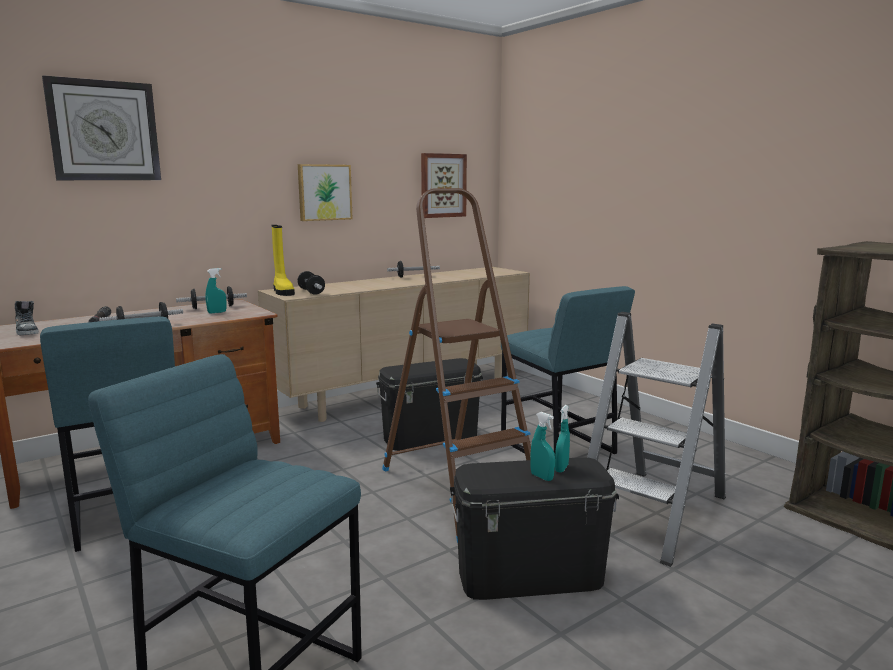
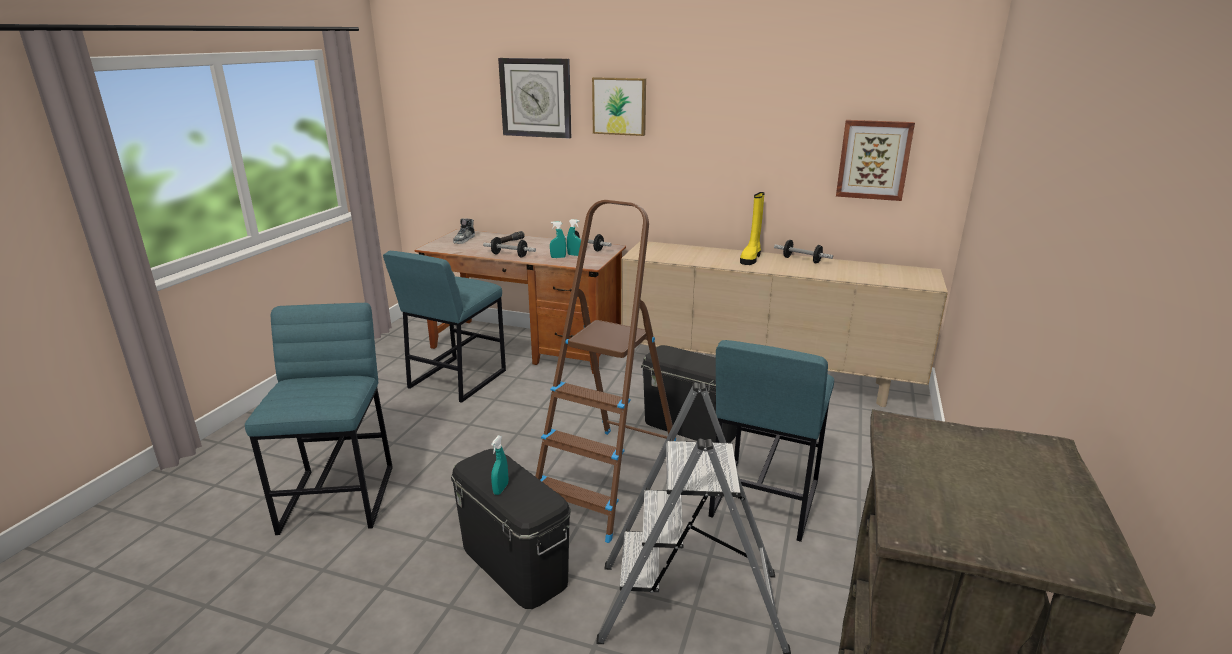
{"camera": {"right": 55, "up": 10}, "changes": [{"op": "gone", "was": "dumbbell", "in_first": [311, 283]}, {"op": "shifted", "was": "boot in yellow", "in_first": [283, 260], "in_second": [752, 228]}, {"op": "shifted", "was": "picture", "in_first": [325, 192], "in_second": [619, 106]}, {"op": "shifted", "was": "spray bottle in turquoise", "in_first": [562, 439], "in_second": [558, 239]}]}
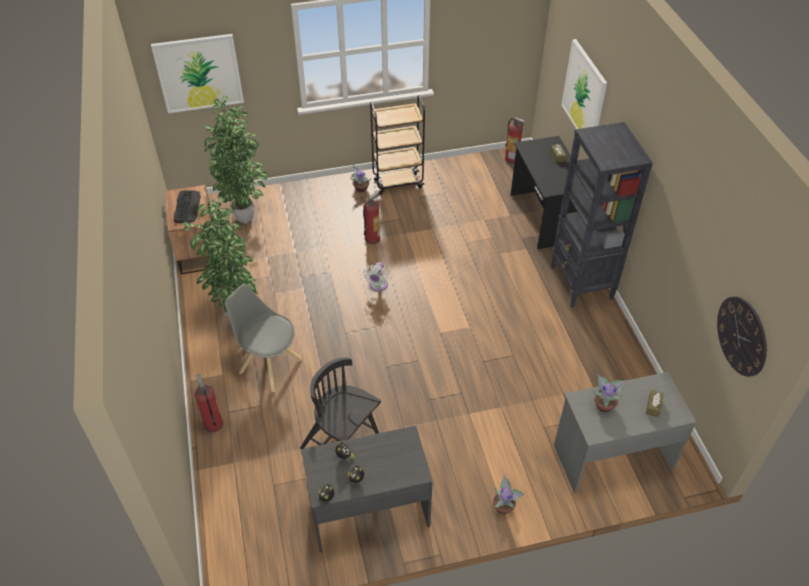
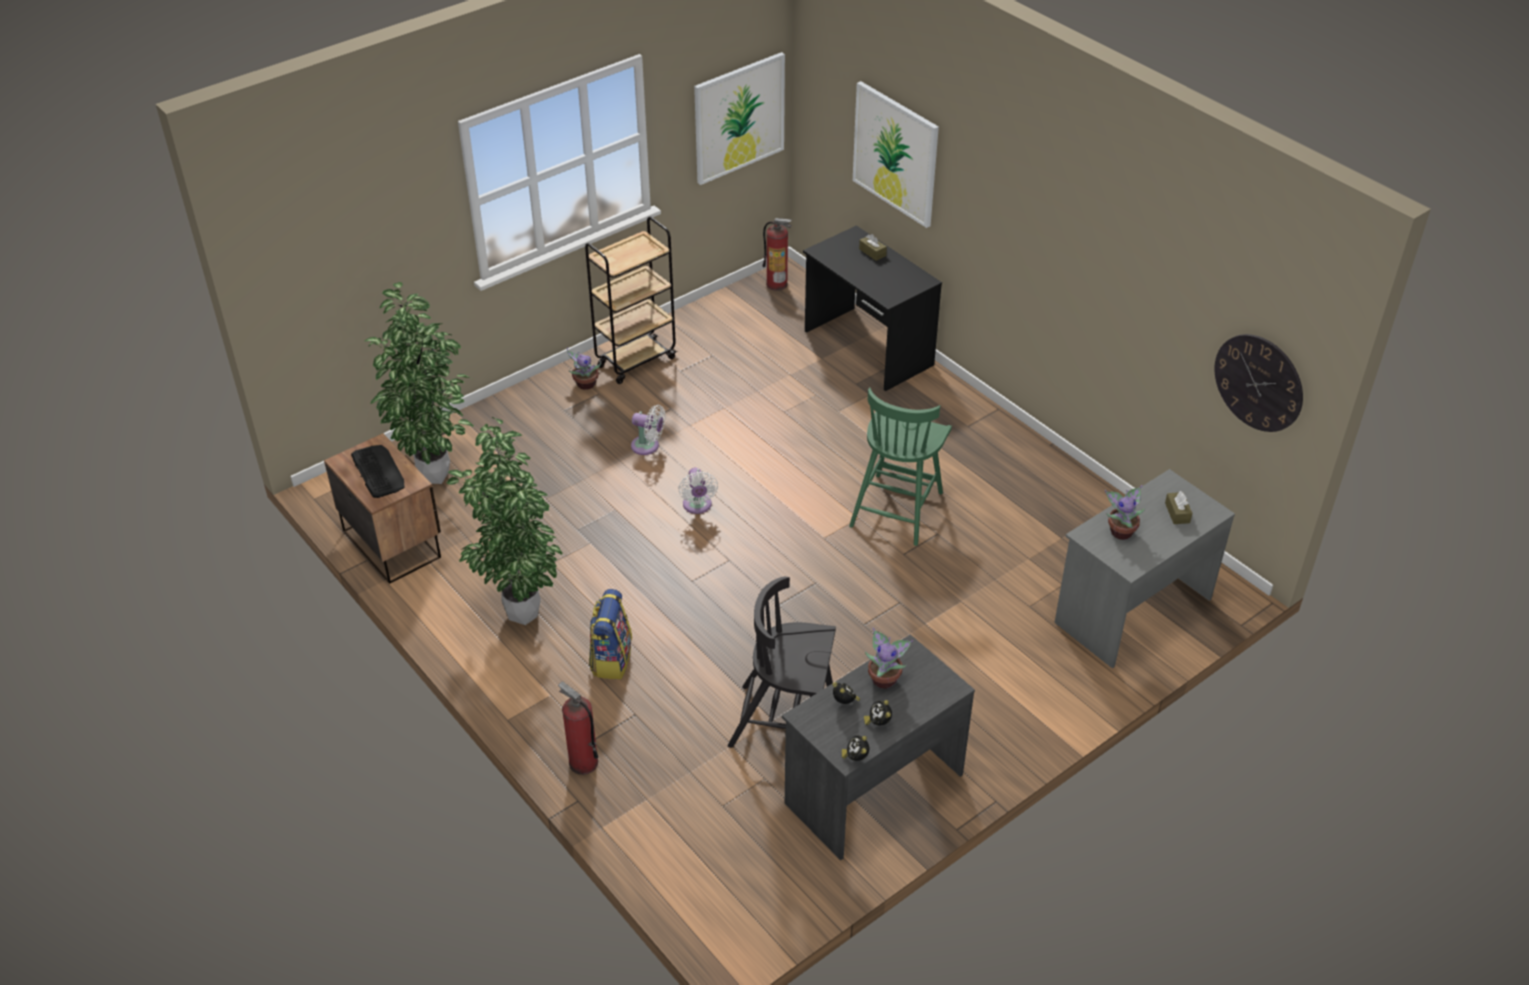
{"camera": {"right": -25, "up": -5}, "changes": [{"op": "gone", "was": "bookcase in black", "in_first": [602, 215]}, {"op": "new", "now": "chair in green", "in_second": [900, 467]}, {"op": "shifted", "was": "picture", "in_first": [197, 73], "in_second": [739, 118]}, {"op": "shifted", "was": "potted plant", "in_first": [508, 494], "in_second": [889, 658]}, {"op": "swapped", "was": "chair in grey", "now": "backpack", "in_first": [264, 338], "in_second": [610, 634]}, {"op": "swapped", "was": "fire extinguisher", "now": "fan in white", "in_first": [371, 217], "in_second": [648, 430]}]}
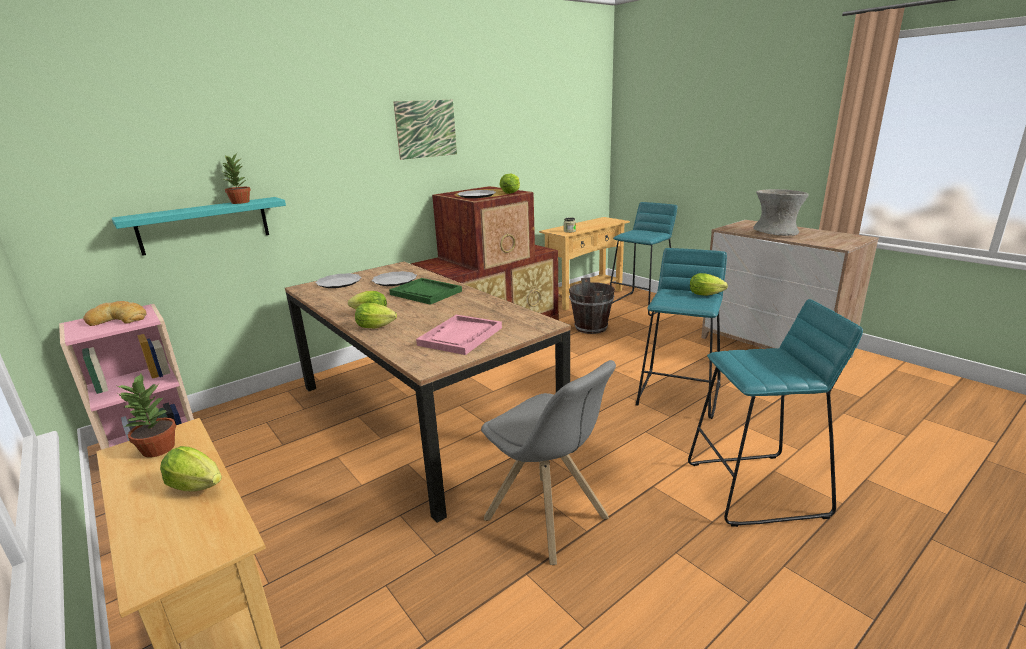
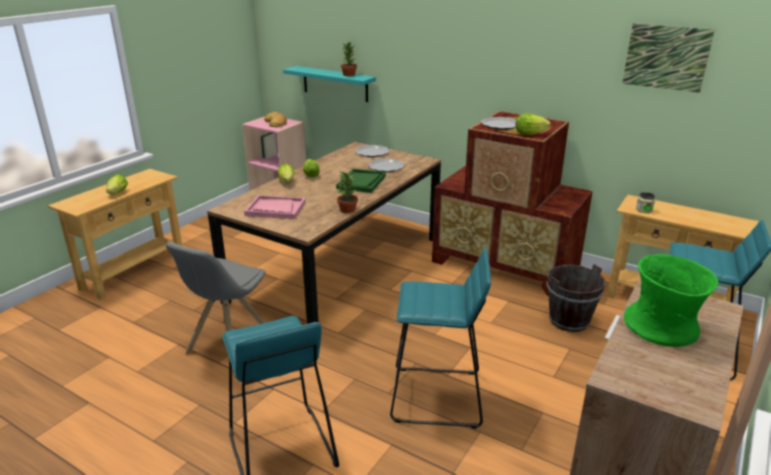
{"camera": {"right": 70, "up": 5}, "changes": [{"op": "gone", "was": "lettuce", "in_first": [709, 284]}, {"op": "shifted", "was": "potted plant", "in_first": [147, 415], "in_second": [347, 191]}, {"op": "shifted", "was": "picture", "in_first": [425, 130], "in_second": [668, 58]}, {"op": "repainted", "was": "vase in grey", "now": "vase in green", "in_first": [781, 212], "in_second": [671, 300]}]}
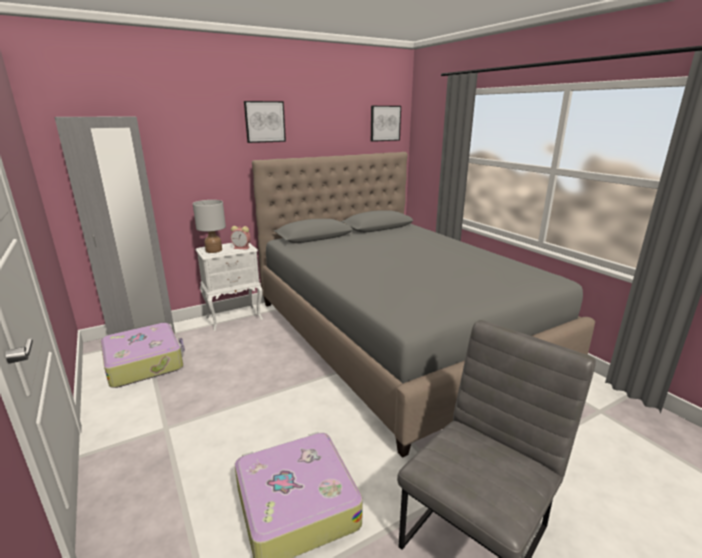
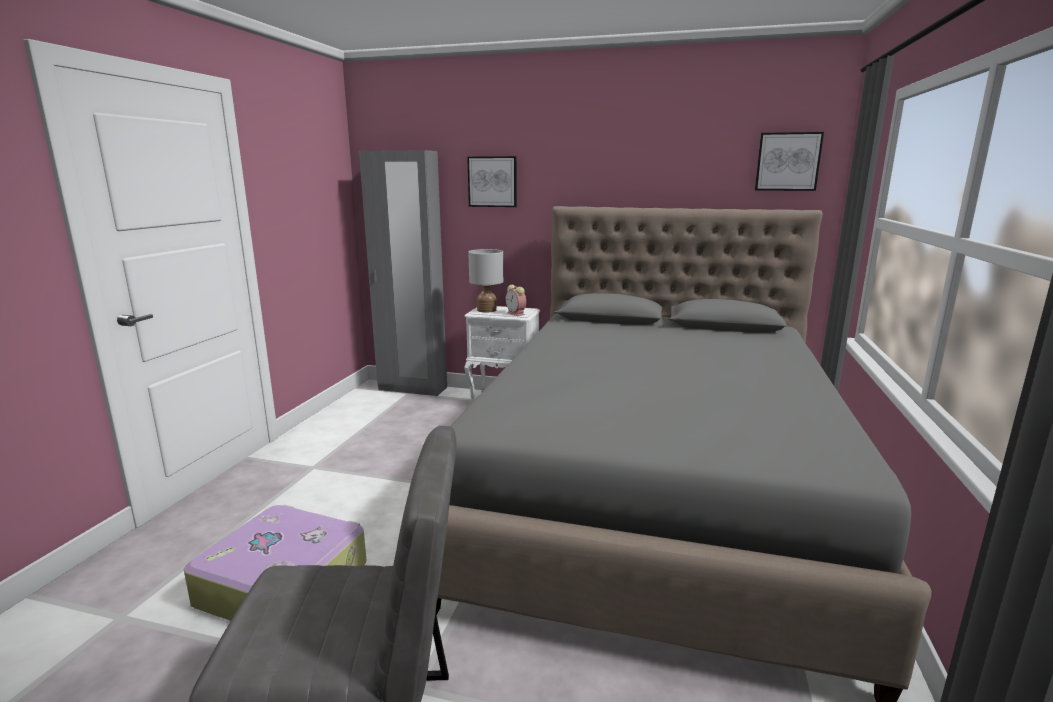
{"camera": {"right": 45, "up": -5}, "changes": [{"op": "gone", "was": "suitcase", "in_first": [143, 355]}, {"op": "shifted", "was": "picture", "in_first": [265, 122], "in_second": [492, 181]}]}
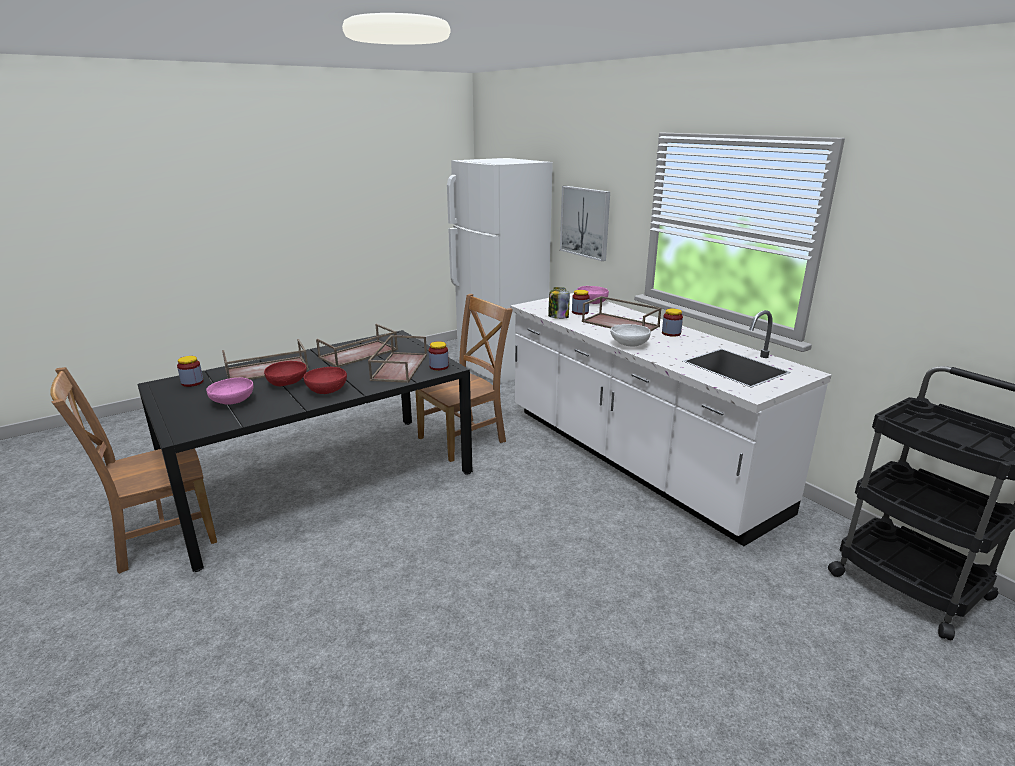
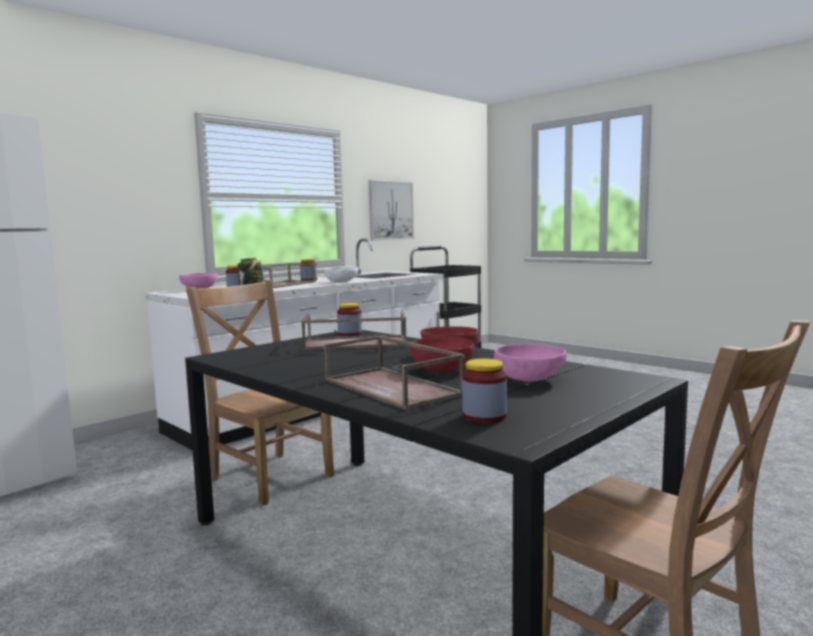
{"camera": {"right": -100, "up": -15}, "changes": [{"op": "gone", "was": "tray in brown", "in_first": [357, 345]}, {"op": "shifted", "was": "picture", "in_first": [585, 223], "in_second": [391, 210]}]}
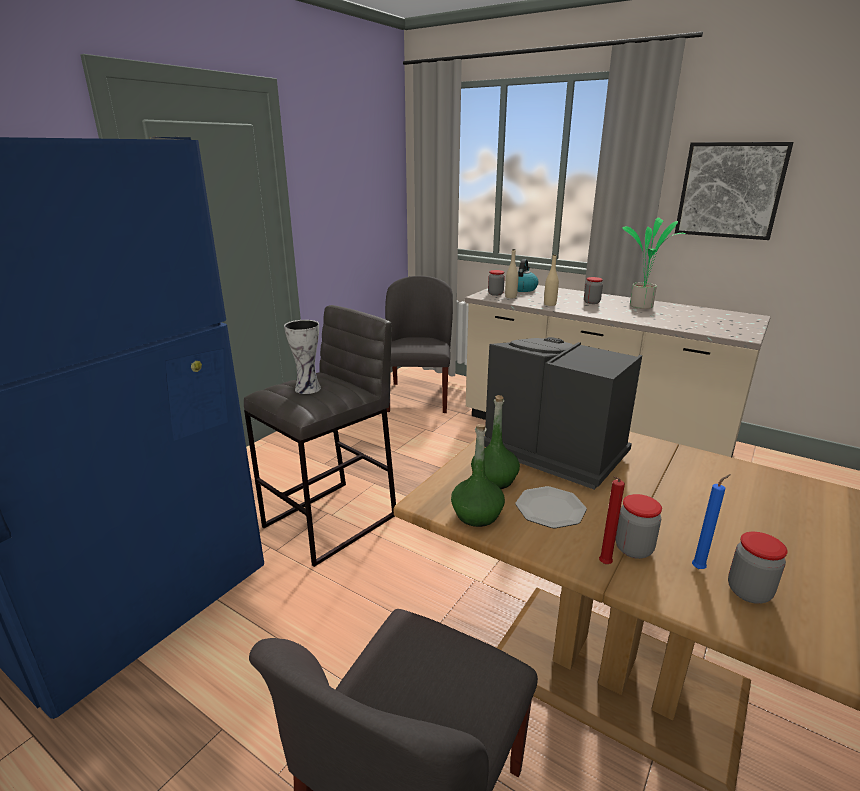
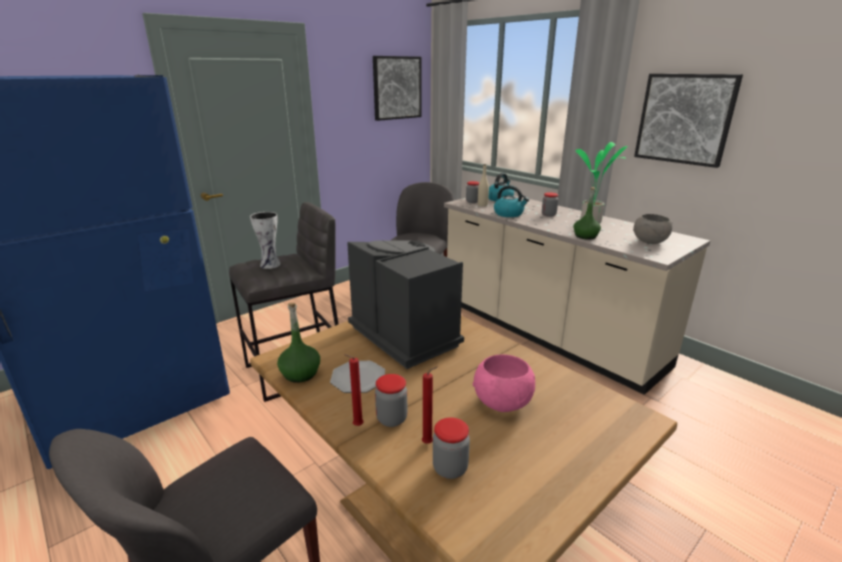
{"camera": {"right": 15, "up": 0}, "changes": [{"op": "new", "now": "picture", "in_second": [397, 88]}, {"op": "new", "now": "bowl in pink", "in_second": [504, 383]}, {"op": "new", "now": "bowl in grey", "in_second": [652, 229]}, {"op": "shifted", "was": "bottle in green", "in_first": [495, 442], "in_second": [587, 213]}, {"op": "swapped", "was": "bottle in beige", "now": "kettle", "in_first": [551, 280], "in_second": [511, 201]}, {"op": "repainted", "was": "candle in blue", "now": "candle in red", "in_first": [711, 521], "in_second": [430, 405]}]}
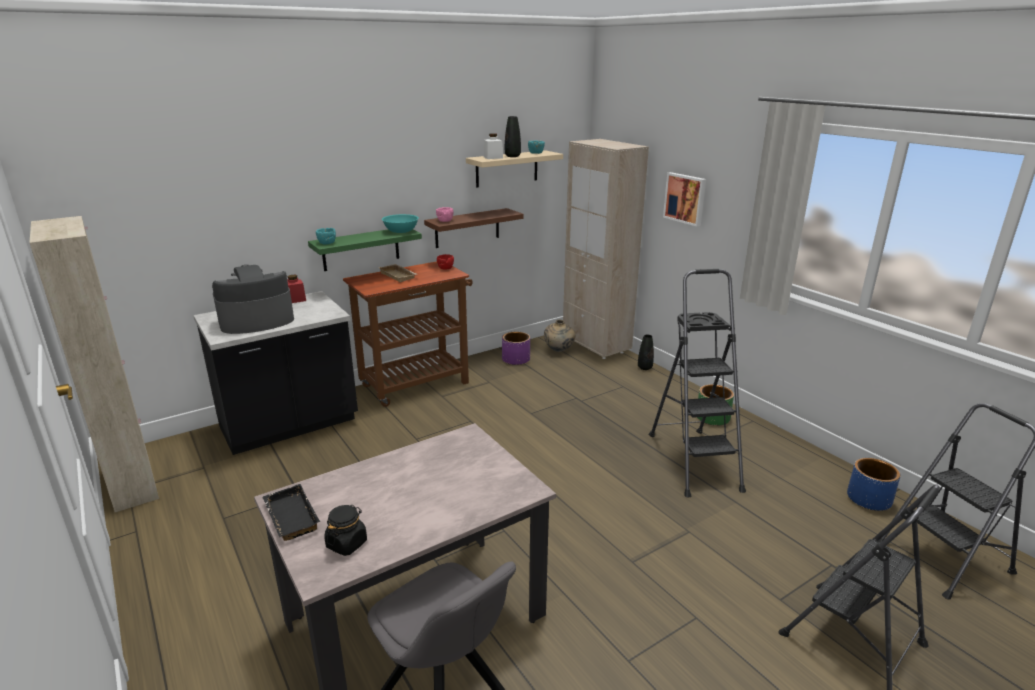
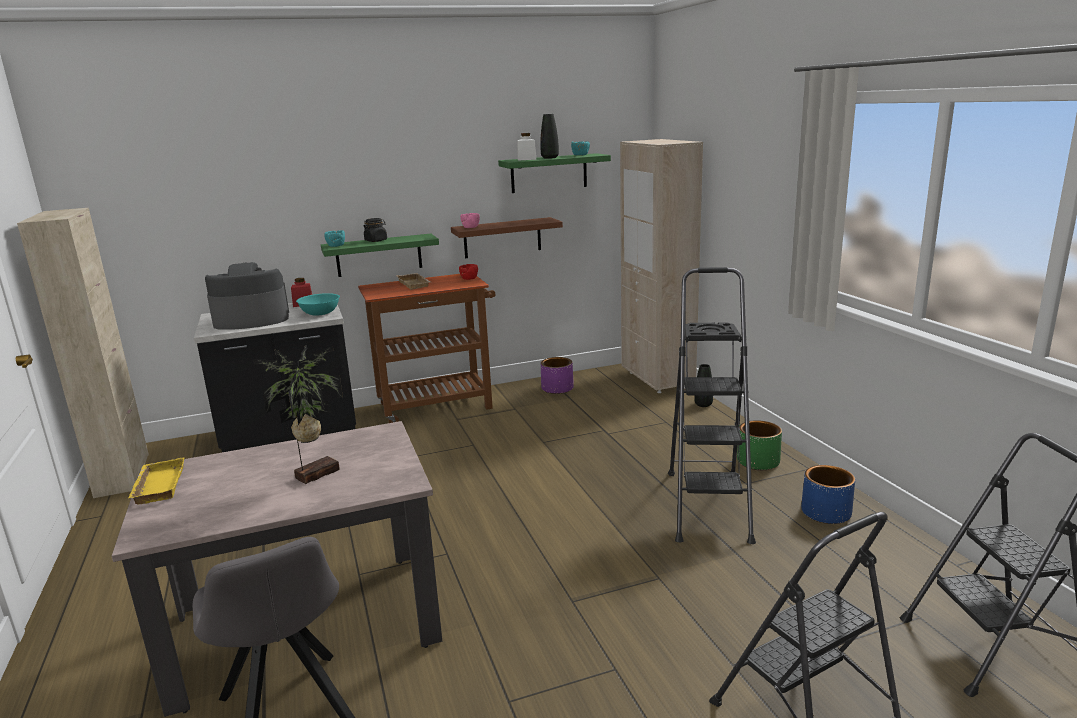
{"camera": {"right": 15, "up": -5}, "changes": [{"op": "gone", "was": "vase in beige", "in_first": [559, 336]}, {"op": "gone", "was": "picture", "in_first": [684, 199]}, {"op": "new", "now": "potted plant", "in_second": [298, 414]}, {"op": "shifted", "was": "jar in black", "in_first": [345, 530], "in_second": [375, 230]}, {"op": "shifted", "was": "bowl in turquoise", "in_first": [400, 223], "in_second": [318, 304]}, {"op": "shifted", "was": "planter in blue", "in_first": [874, 484], "in_second": [828, 494]}, {"op": "repainted", "was": "tray in black", "now": "tray in yellow", "in_first": [291, 512], "in_second": [156, 481]}, {"op": "repainted", "was": "shelf in beige", "now": "shelf in green", "in_first": [514, 169], "in_second": [554, 173]}]}
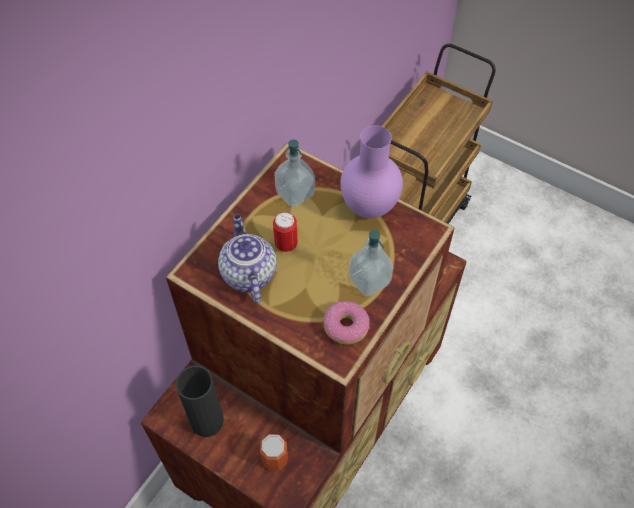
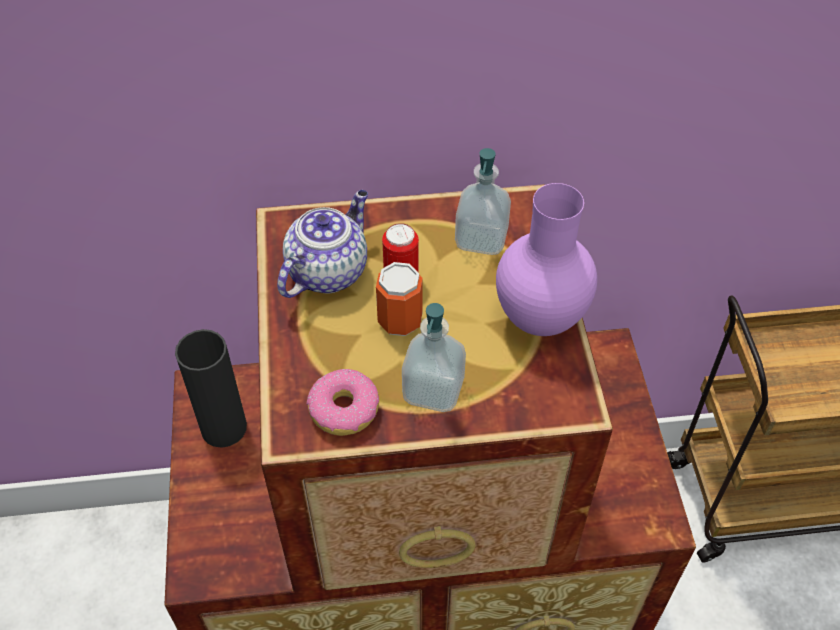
{"camera": {"right": 50, "up": -5}, "changes": [{"op": "shifted", "was": "can", "in_first": [274, 452], "in_second": [399, 299]}]}
